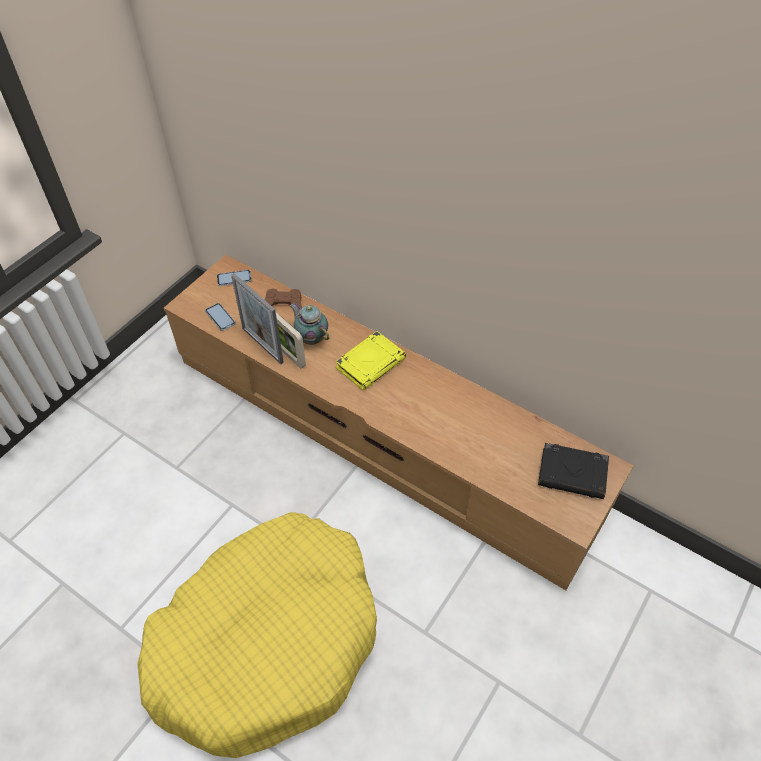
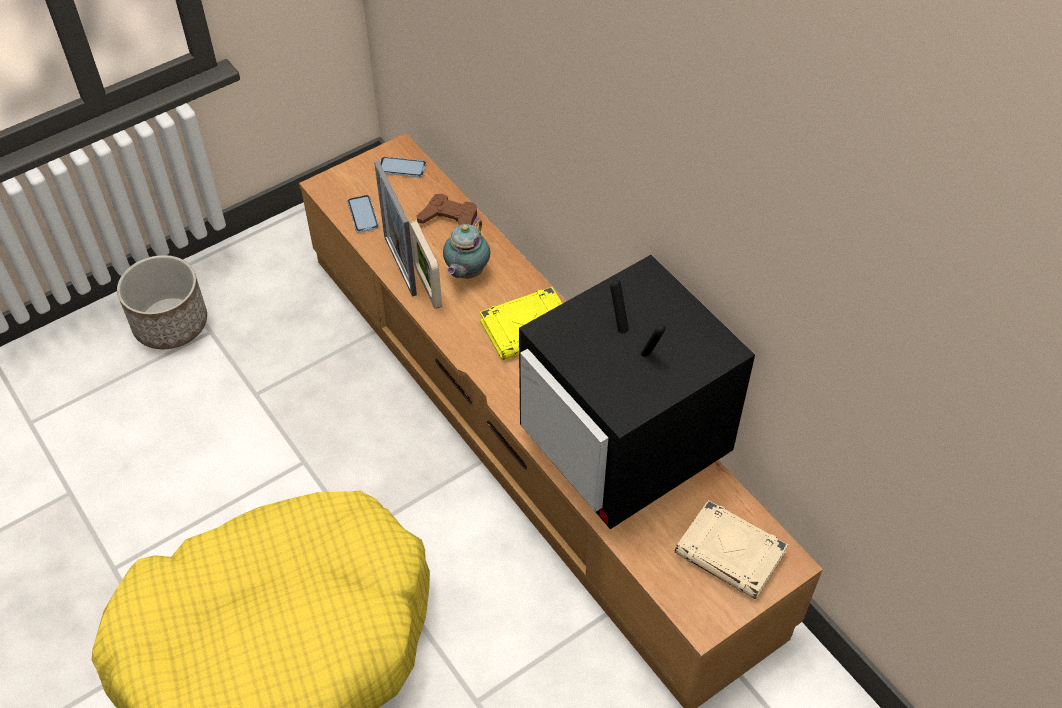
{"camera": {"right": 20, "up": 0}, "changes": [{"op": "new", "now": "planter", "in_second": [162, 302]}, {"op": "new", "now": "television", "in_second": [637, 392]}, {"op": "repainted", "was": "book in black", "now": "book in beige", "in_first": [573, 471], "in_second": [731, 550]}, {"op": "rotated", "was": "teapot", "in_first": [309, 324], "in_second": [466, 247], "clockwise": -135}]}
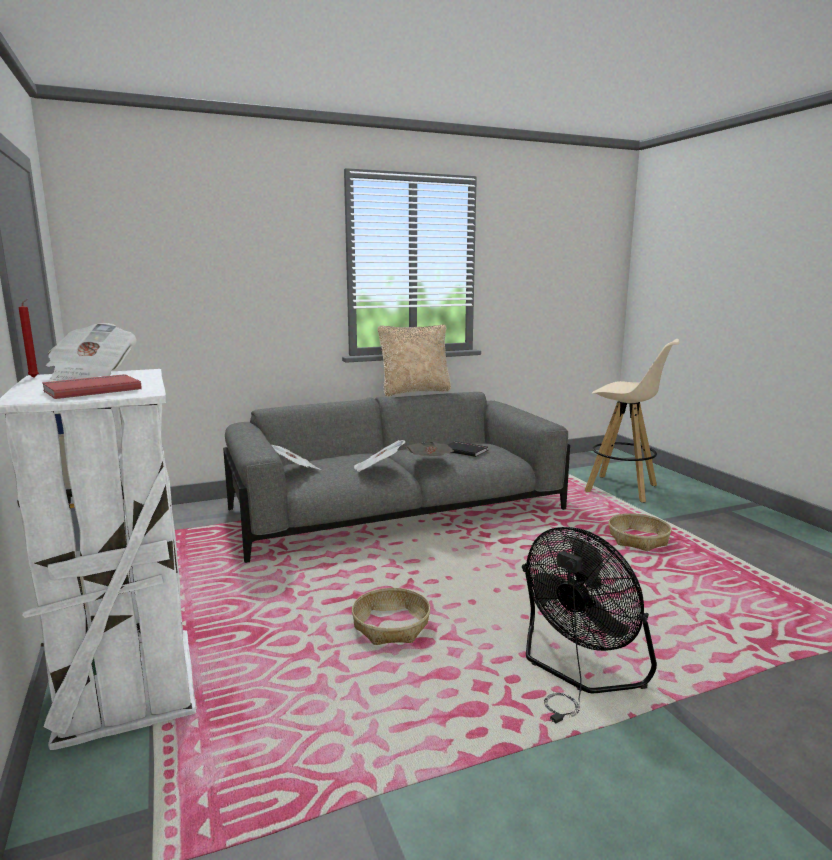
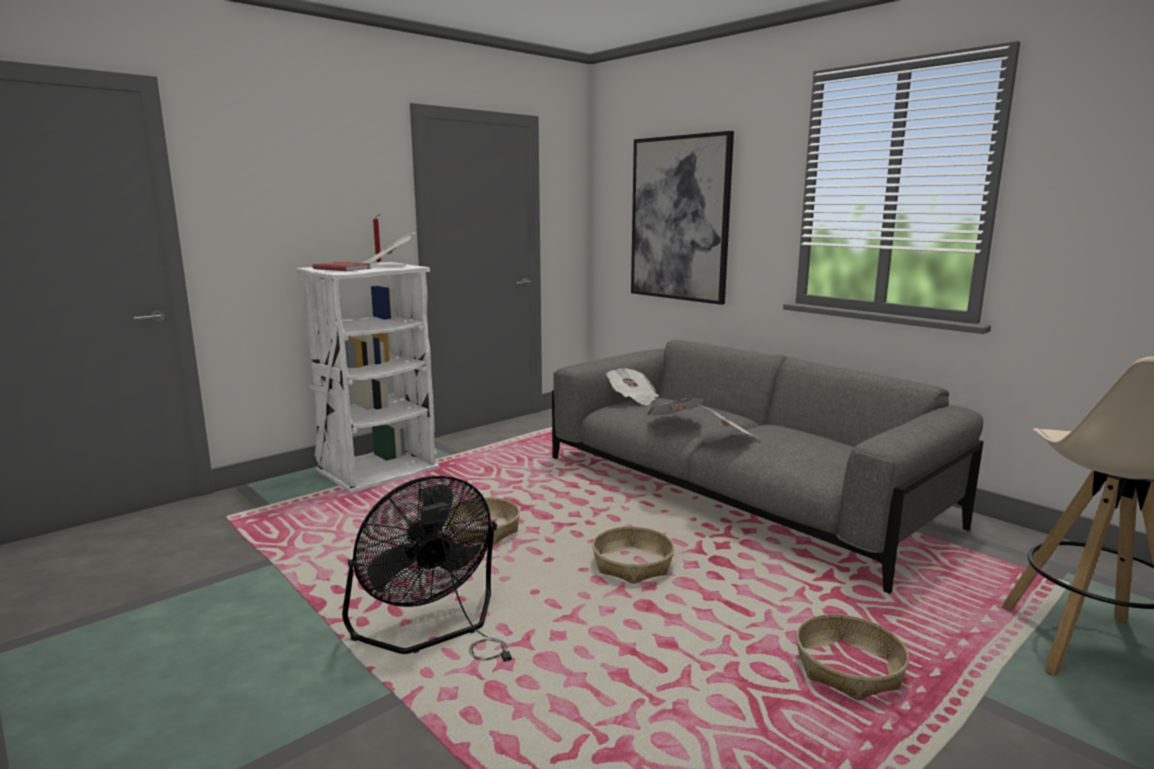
{"camera": {"right": 70, "up": 0}, "changes": [{"op": "gone", "was": "pillow in beige", "in_first": [414, 360]}, {"op": "gone", "was": "book in black", "in_first": [468, 449]}, {"op": "new", "now": "basket", "in_second": [633, 555]}, {"op": "new", "now": "picture", "in_second": [682, 218]}, {"op": "rotated", "was": "fan in black", "in_first": [589, 625], "in_second": [427, 569], "clockwise": -150}]}
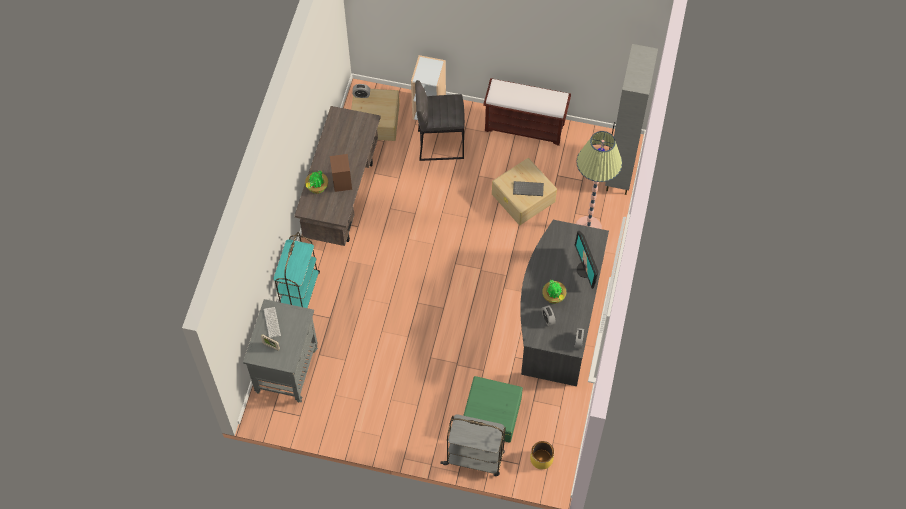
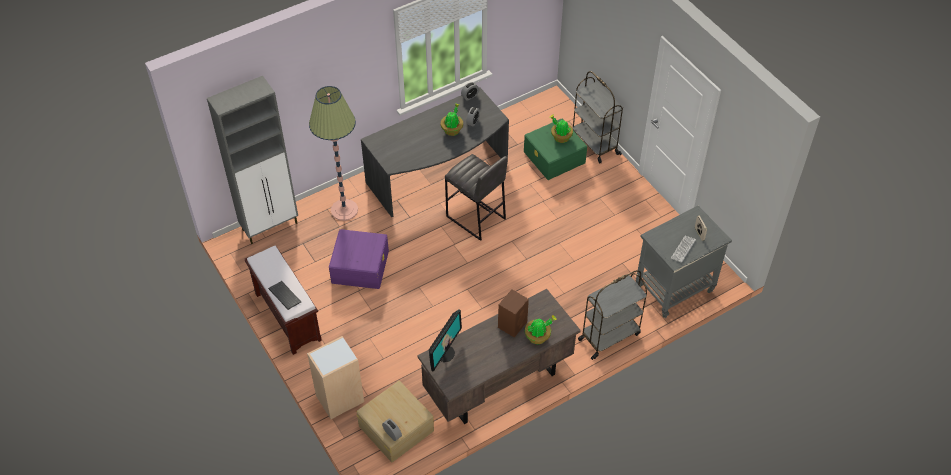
{"camera": {"right": -135, "up": -10}, "changes": [{"op": "gone", "was": "planter in yellow", "in_first": [542, 455]}, {"op": "new", "now": "potted plant", "in_second": [561, 129]}, {"op": "shifted", "was": "stool in grey", "in_first": [440, 120], "in_second": [476, 197]}, {"op": "shifted", "was": "keyboard", "in_first": [528, 188], "in_second": [284, 295]}, {"op": "shifted", "was": "monitor", "in_first": [587, 260], "in_second": [445, 340]}, {"op": "repainted", "was": "cart in turquoise", "now": "cart in grey", "in_first": [296, 270], "in_second": [612, 315]}, {"op": "repainted", "was": "storage box in beige", "now": "storage box in purple", "in_first": [524, 191], "in_second": [359, 259]}]}
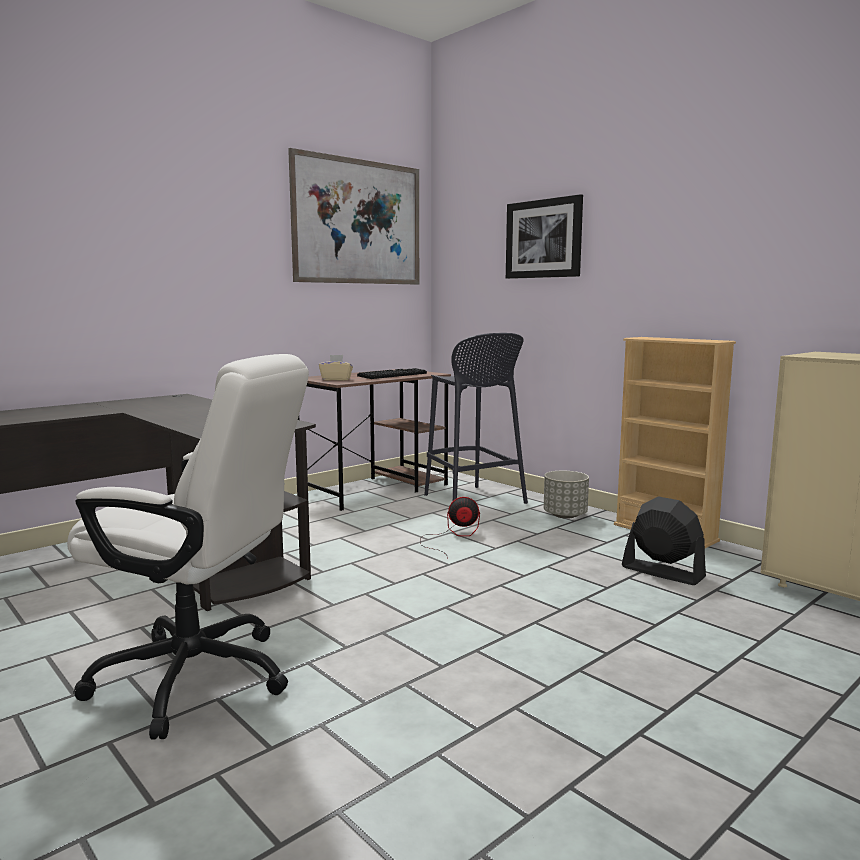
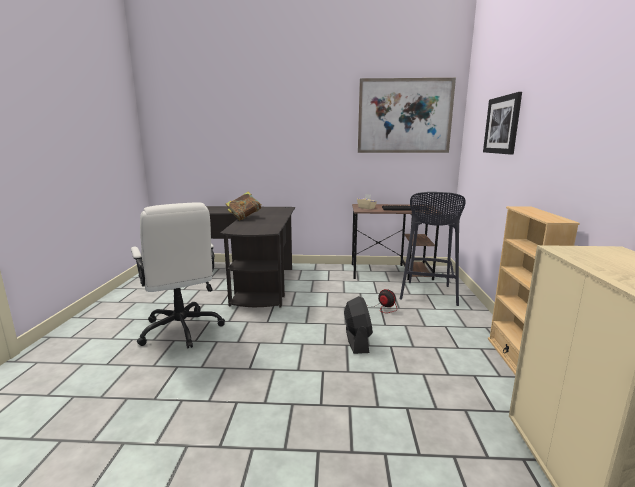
{"camera": {"right": 45, "up": 5}, "changes": [{"op": "gone", "was": "planter in grey", "in_first": [566, 495]}, {"op": "new", "now": "book", "in_second": [243, 206]}, {"op": "shifted", "was": "fan in black", "in_first": [664, 540], "in_second": [358, 325]}]}
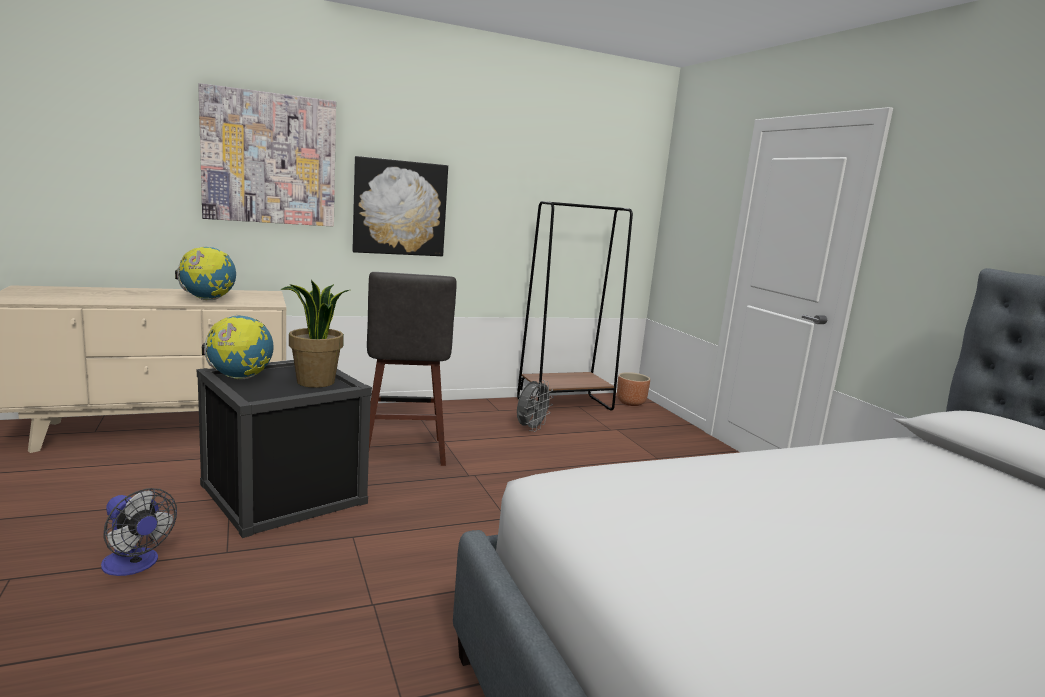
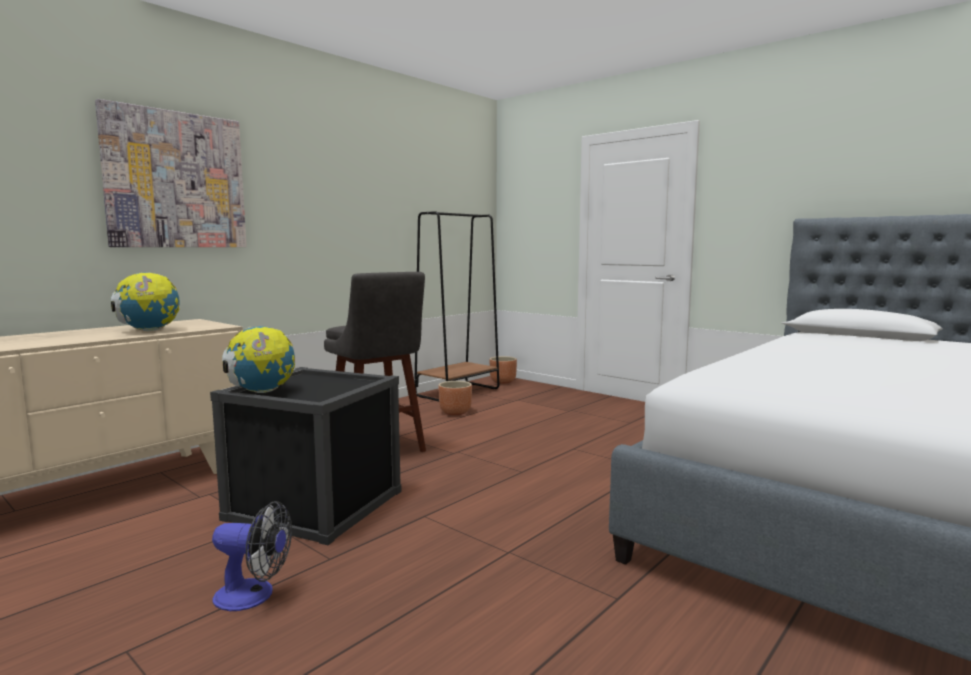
{"camera": {"right": -25, "up": -5}, "changes": [{"op": "gone", "was": "potted plant", "in_first": [314, 334]}, {"op": "gone", "was": "picture", "in_first": [400, 206]}, {"op": "swapped", "was": "fan in grey", "now": "planter in brown", "in_first": [535, 406], "in_second": [455, 398]}]}
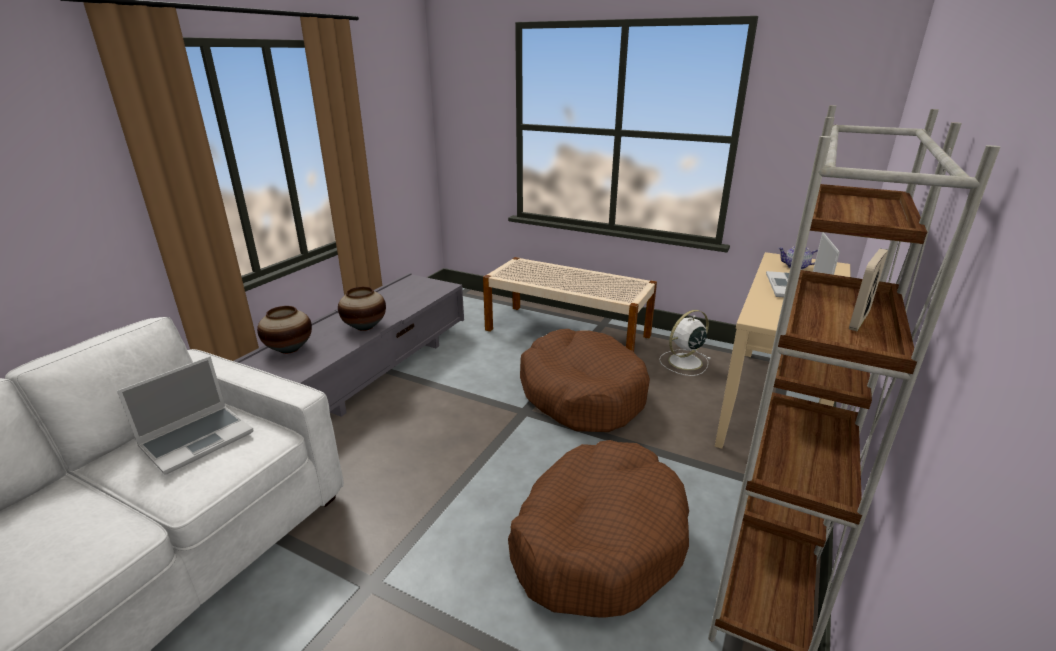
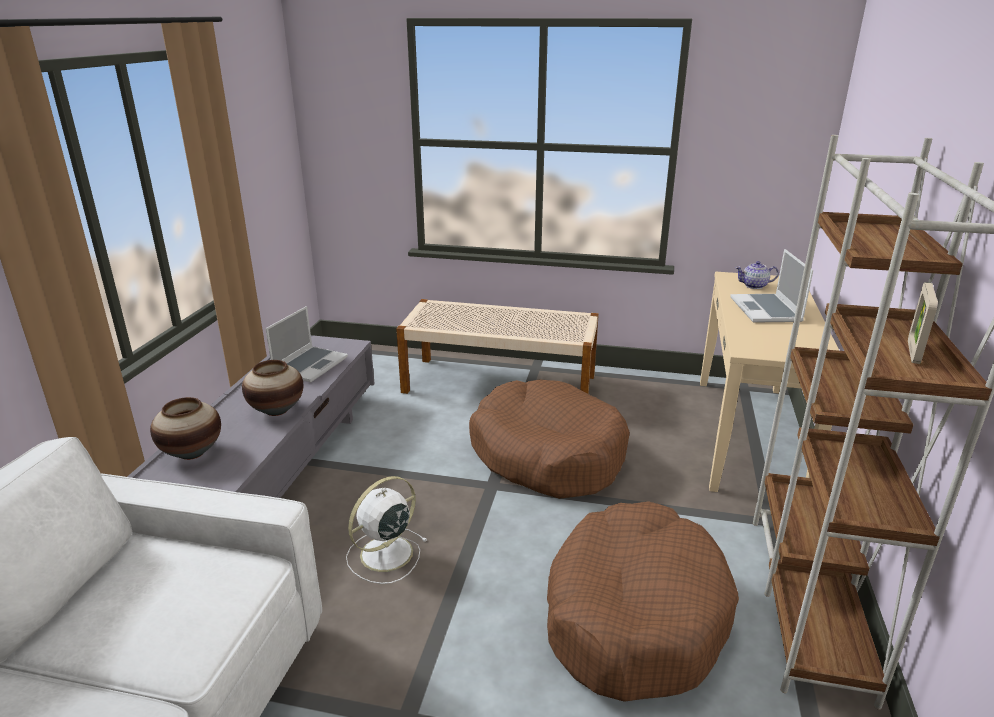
{"camera": {"right": -15, "up": 0}, "changes": [{"op": "shifted", "was": "laptop", "in_first": [185, 415], "in_second": [306, 344]}, {"op": "shifted", "was": "fan in white", "in_first": [685, 343], "in_second": [387, 530]}]}
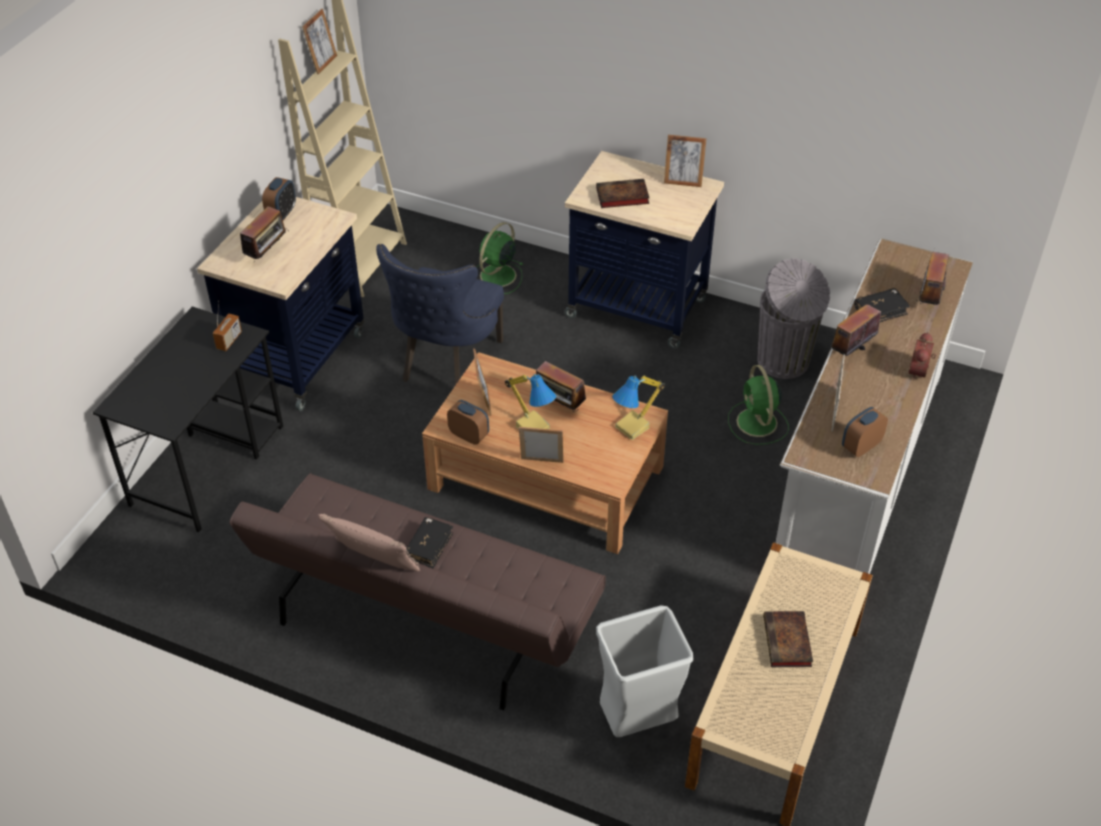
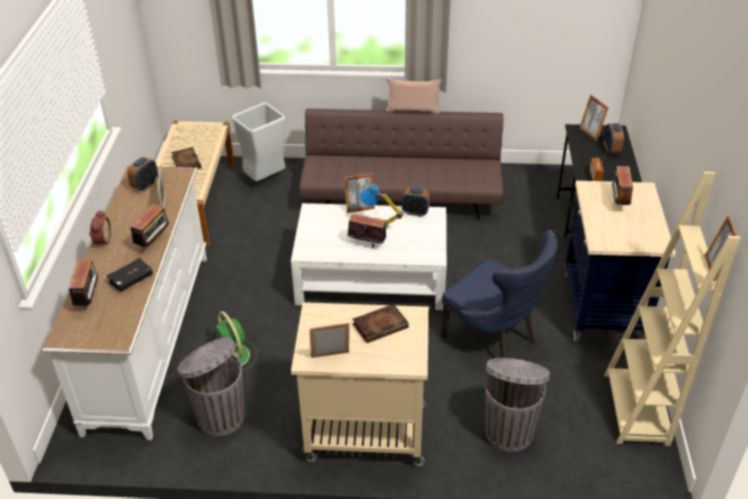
{"camera": {"right": 160, "up": -5}, "changes": [{"op": "gone", "was": "book in black", "in_first": [429, 542]}, {"op": "gone", "was": "table lamp", "in_first": [638, 408]}, {"op": "shifted", "was": "alarm clock", "in_first": [279, 199], "in_second": [614, 138]}, {"op": "shifted", "was": "picture frame", "in_first": [482, 382], "in_second": [594, 118]}, {"op": "swapped", "was": "fan in green", "now": "trash can in grey", "in_first": [500, 258], "in_second": [517, 405]}, {"op": "repainted", "was": "coffee table in brown", "now": "coffee table in white", "in_first": [545, 453], "in_second": [369, 256]}, {"op": "repainted", "was": "cart in blue", "now": "cart in beige", "in_first": [644, 250], "in_second": [360, 384]}, {"op": "rotated", "was": "chair in blue", "in_first": [440, 314], "in_second": [499, 294], "clockwise": 135}]}
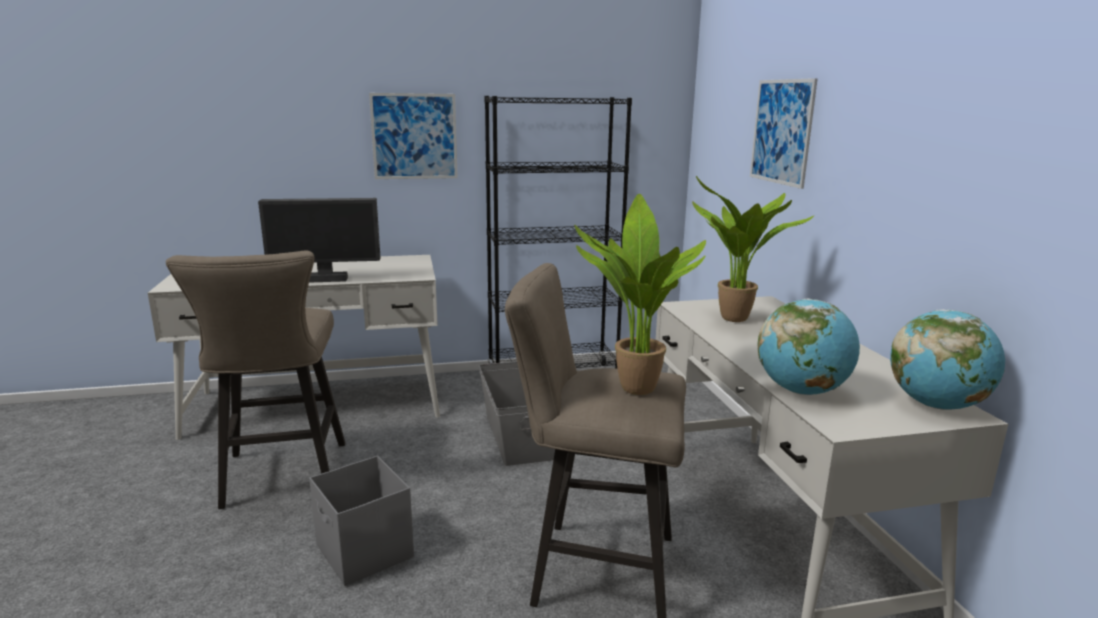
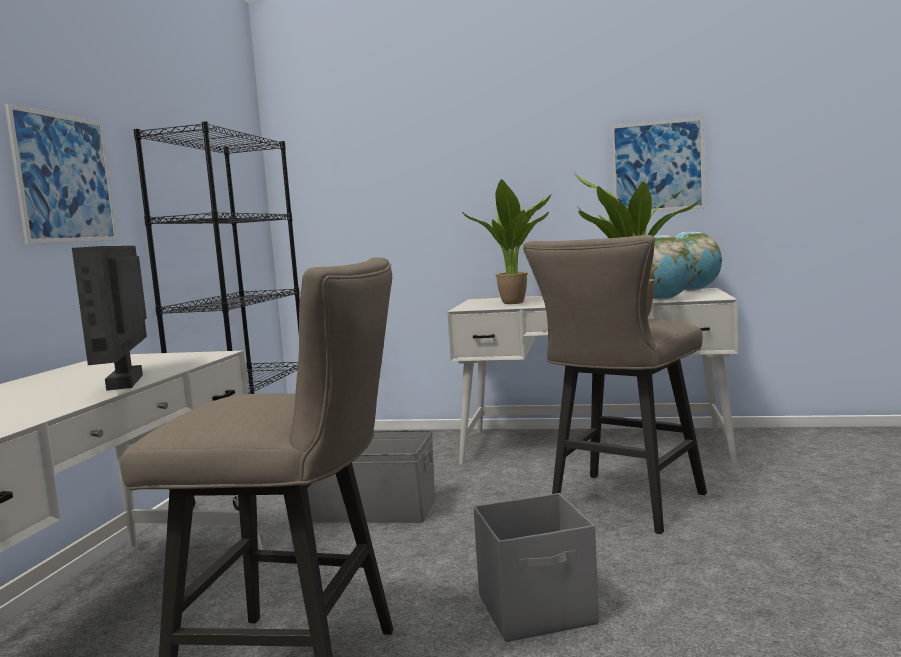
{"camera": {"right": -65, "up": -10}, "changes": [{"op": "shifted", "was": "picture", "in_first": [784, 133], "in_second": [658, 164]}, {"op": "rotated", "was": "monitor", "in_first": [319, 240], "in_second": [109, 318], "clockwise": 150}]}
